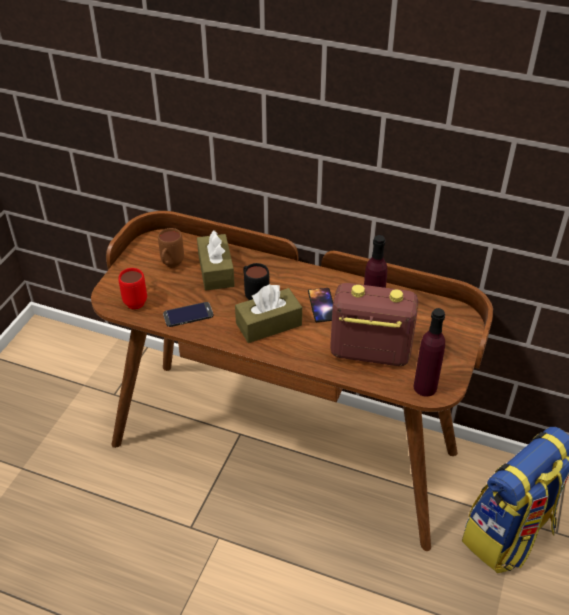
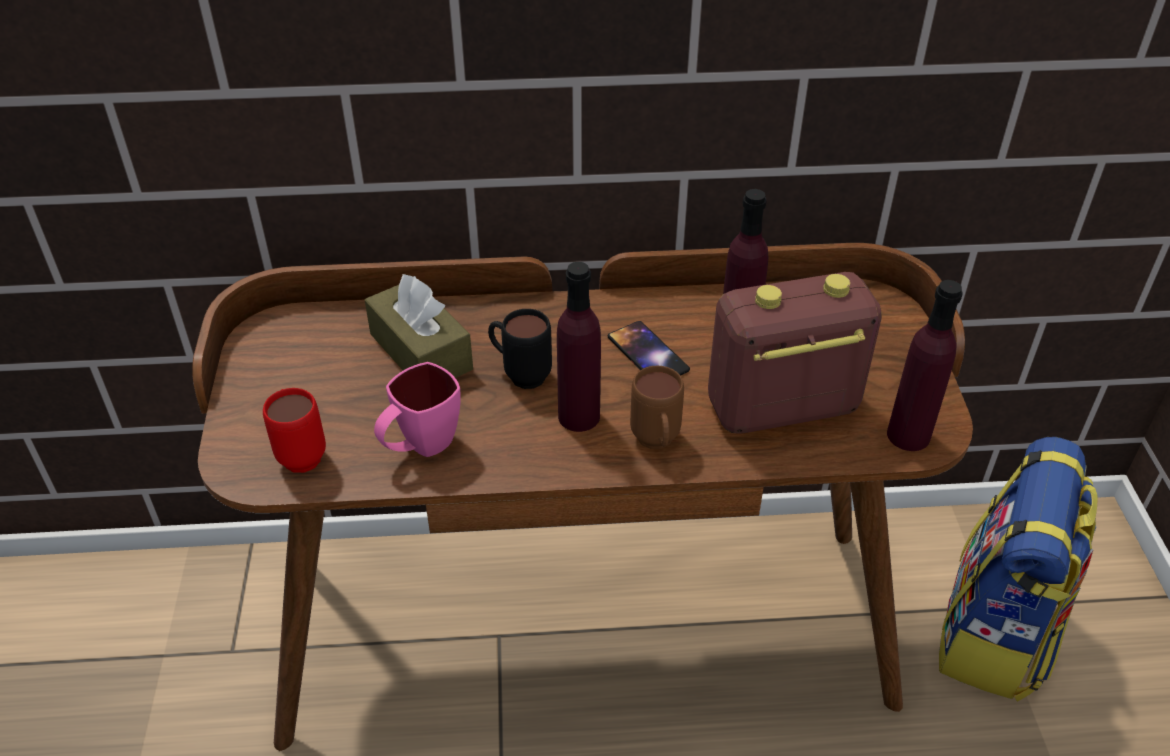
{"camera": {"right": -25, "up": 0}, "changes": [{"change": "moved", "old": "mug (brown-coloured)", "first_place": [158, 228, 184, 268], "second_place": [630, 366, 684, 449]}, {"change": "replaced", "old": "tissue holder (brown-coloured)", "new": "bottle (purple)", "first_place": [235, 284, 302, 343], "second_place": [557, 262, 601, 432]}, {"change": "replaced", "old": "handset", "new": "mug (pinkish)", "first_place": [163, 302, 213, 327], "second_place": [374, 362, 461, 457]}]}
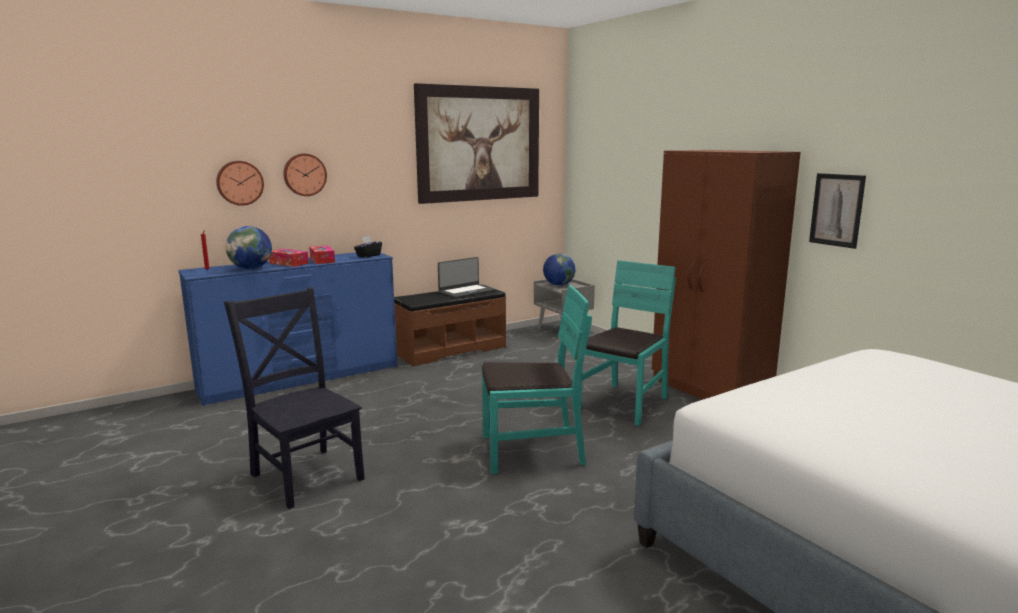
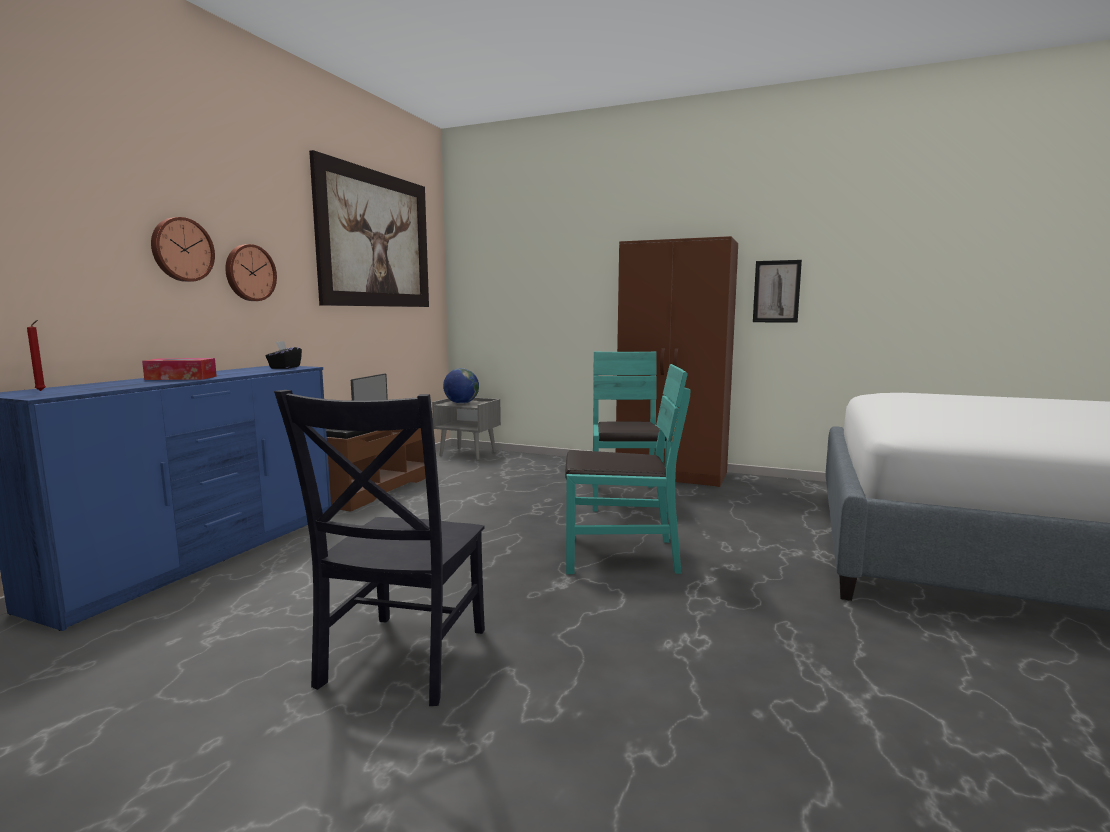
{"camera": {"right": -35, "up": -5}, "changes": [{"change": "moved", "old": "hanging clock", "first_place": [216, 161, 264, 206], "second_place": [225, 244, 277, 301]}, {"change": "removed", "old": "world globe", "first_place": [226, 226, 272, 269]}, {"change": "removed", "old": "tissue holder", "first_place": [309, 245, 335, 264]}, {"change": "turned", "old": "chair (blue-green)", "first_place": [482, 285, 592, 474], "second_place": [565, 364, 691, 574], "degrees": 45}, {"change": "turned", "old": "chair (black-coloured)", "first_place": [224, 287, 365, 509], "second_place": [274, 390, 485, 706], "degrees": -90}]}
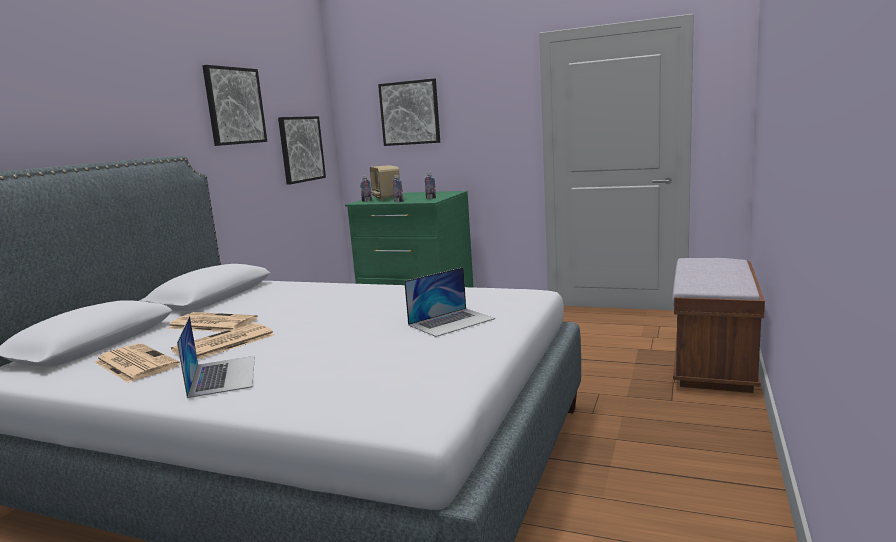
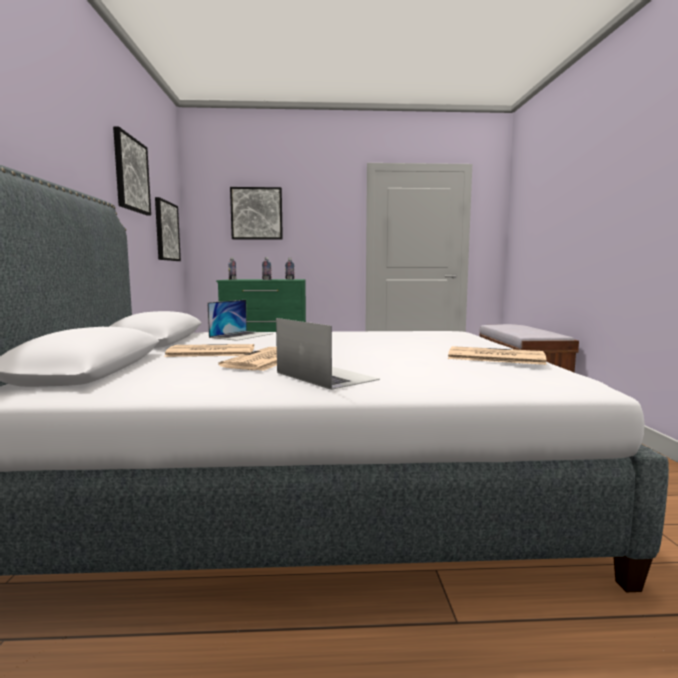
{"camera": {"right": -25, "up": -5}, "changes": [{"change": "removed", "old": "radio set", "first_place": [370, 165, 400, 201]}, {"change": "moved", "old": "portable computer", "first_place": [404, 267, 495, 337], "second_place": [207, 300, 273, 341]}, {"change": "moved", "old": "daily paper", "first_place": [95, 343, 180, 383], "second_place": [448, 346, 547, 365]}]}
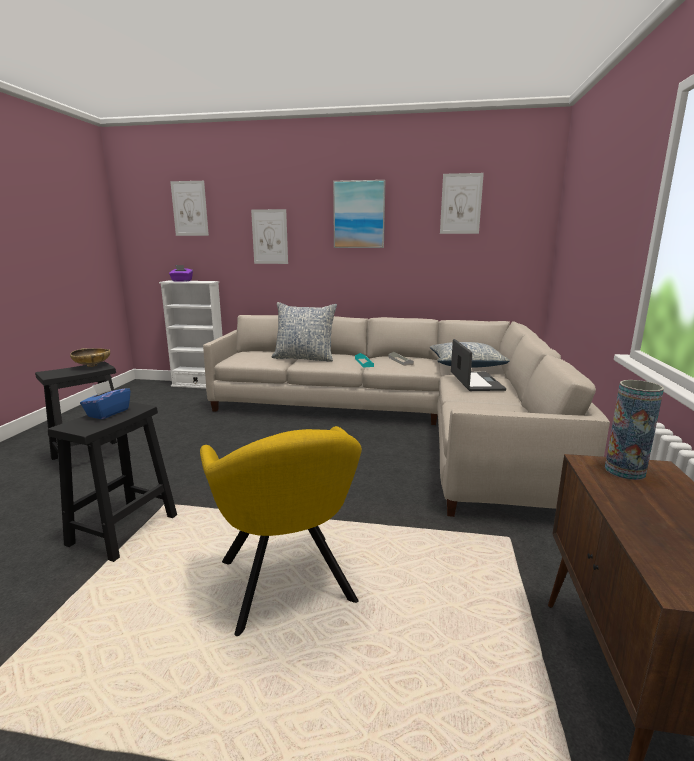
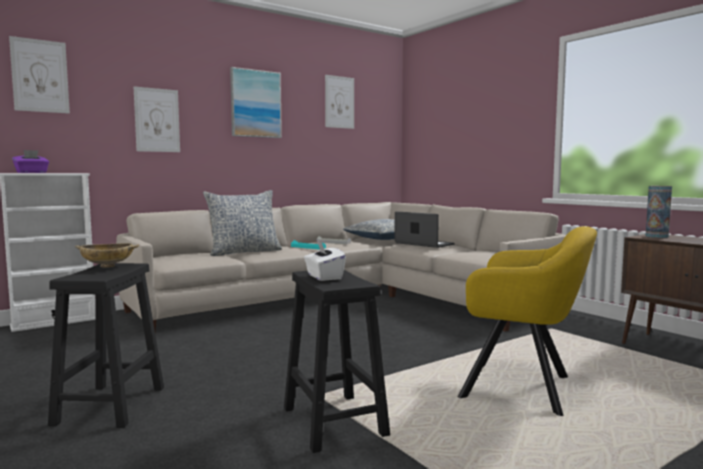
{"camera": {"right": -45, "up": -10}, "changes": [{"change": "recoloured", "old": "tissue holder (blue)", "new": "tissue holder (whitish)", "first_place": [80, 381, 130, 419], "second_place": [304, 241, 346, 281]}]}
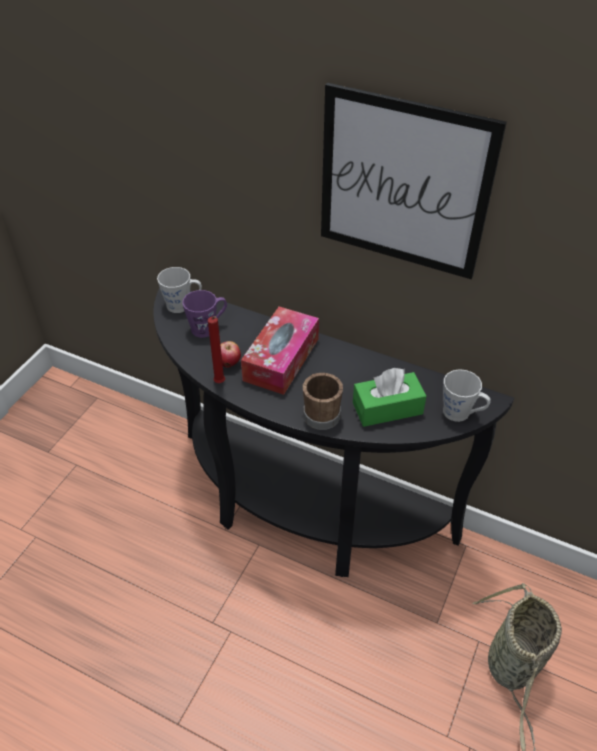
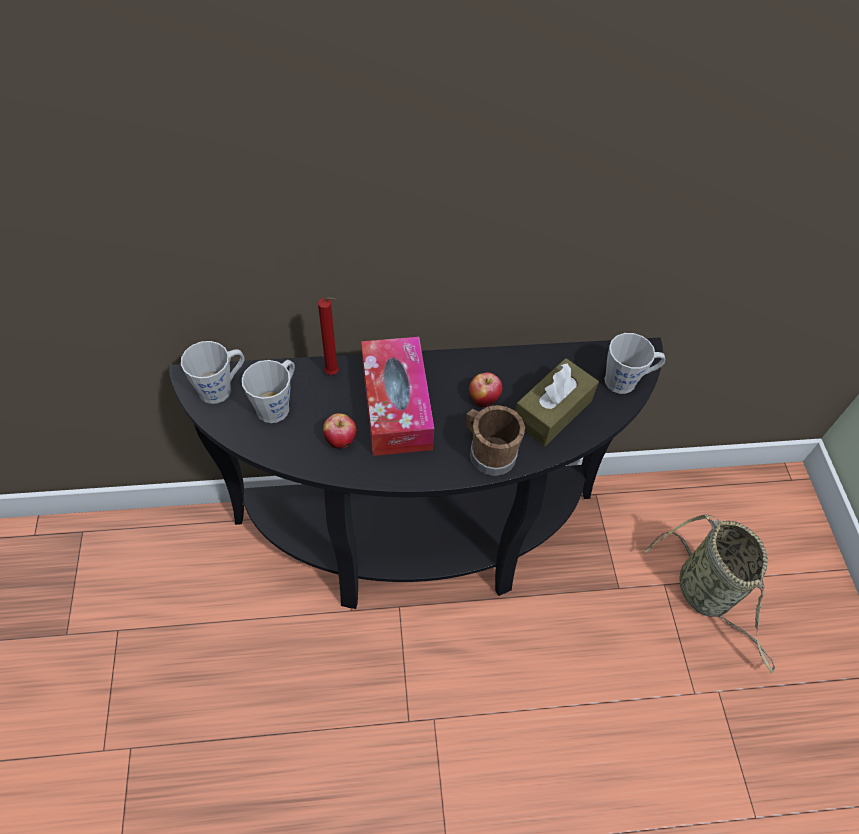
{"camera": {"right": -35, "up": 10}, "changes": [{"change": "removed", "old": "picture", "first_place": [321, 83, 507, 280]}, {"change": "recoloured", "old": "mug (purple)", "new": "mug (gray)", "first_place": [182, 290, 227, 338], "second_place": [242, 360, 295, 423]}, {"change": "moved", "old": "wax candle (reddish)", "first_place": [208, 316, 225, 383], "second_place": [318, 297, 339, 375]}, {"change": "recoloured", "old": "tissue holder (green-coloured)", "new": "tissue holder (brown-coloured)", "first_place": [353, 368, 426, 427], "second_place": [515, 358, 599, 446]}, {"change": "added", "new": "whole apple", "second_place": [469, 372, 502, 407]}]}
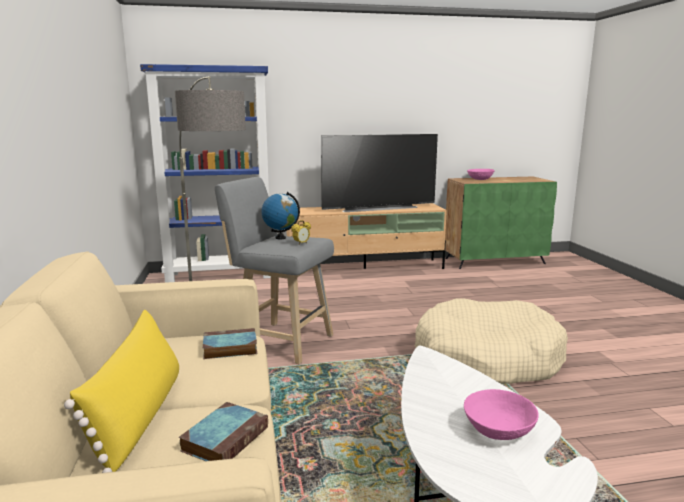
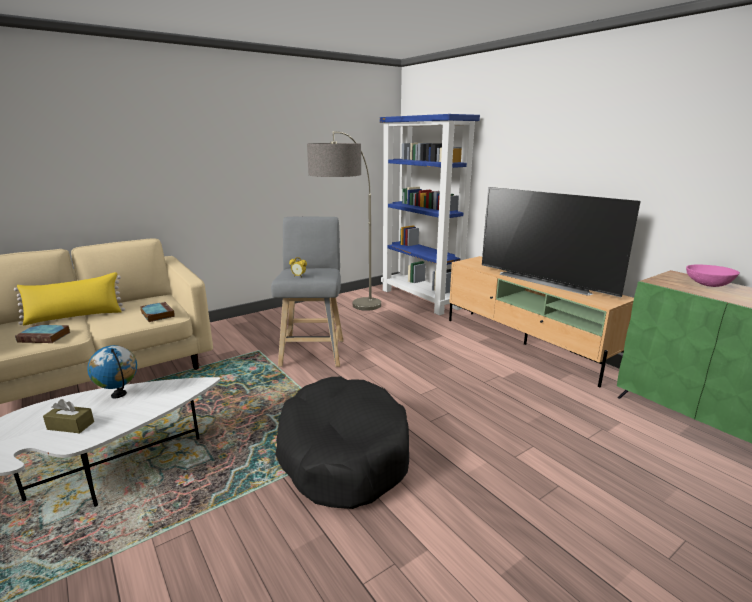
{"camera": {"right": 65, "up": 5}, "changes": [{"change": "moved", "old": "world globe", "first_place": [261, 192, 300, 240], "second_place": [87, 345, 137, 398]}, {"change": "recoloured", "old": "pet bed (beige-coloured)", "new": "pet bed (black-coloured)", "first_place": [415, 298, 568, 384], "second_place": [275, 377, 409, 509]}, {"change": "replaced", "old": "deep dish (pinkish)", "new": "tissue holder (brown-coloured)", "first_place": [464, 389, 539, 440], "second_place": [43, 399, 94, 433]}]}
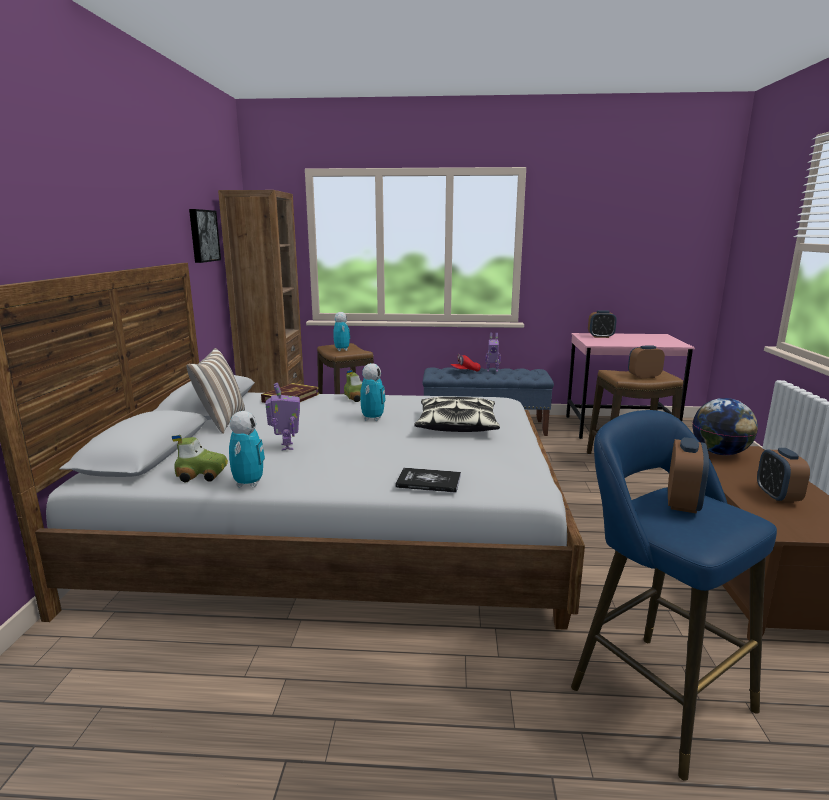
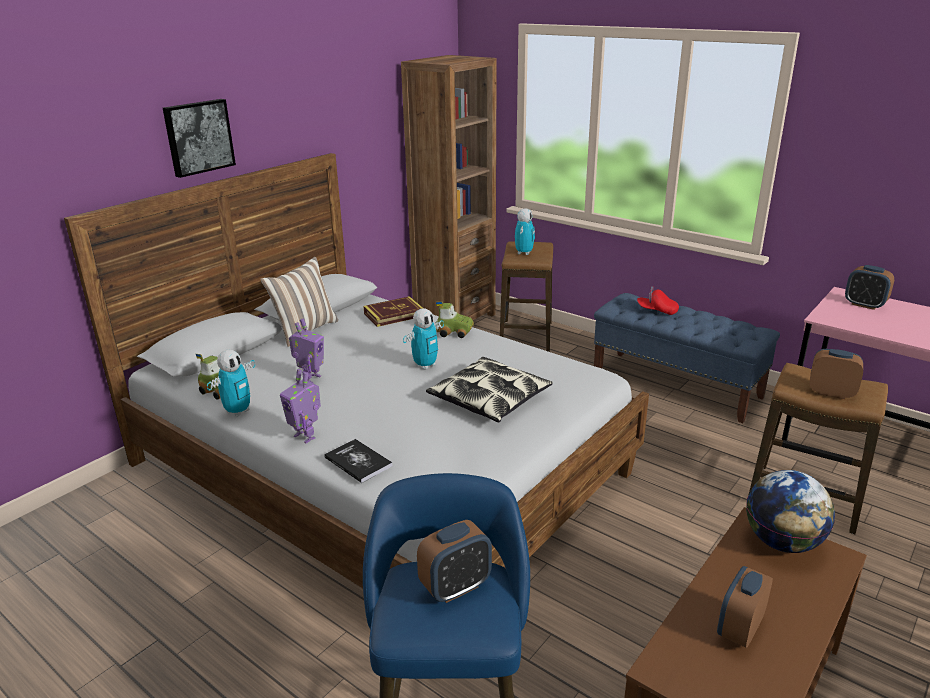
{"camera": {"right": 35, "up": 10}, "changes": [{"change": "moved", "old": "picture", "first_place": [189, 209, 221, 263], "second_place": [163, 99, 236, 178]}, {"change": "moved", "old": "robot figure", "first_place": [485, 333, 501, 372], "second_place": [280, 369, 321, 443]}]}
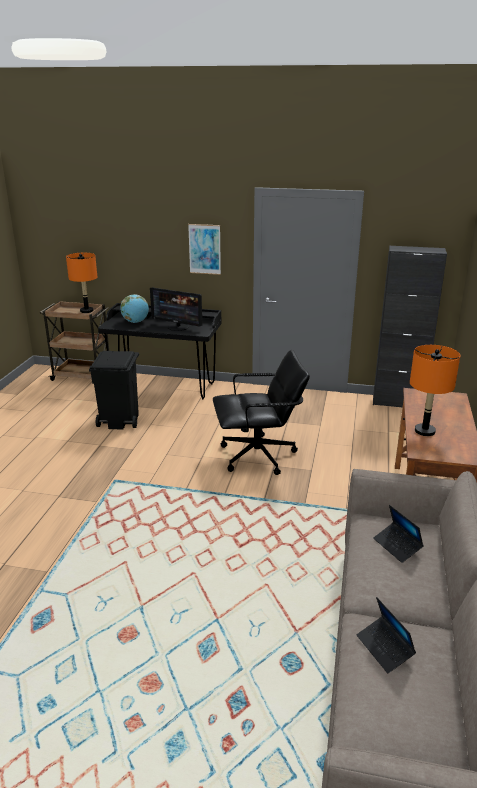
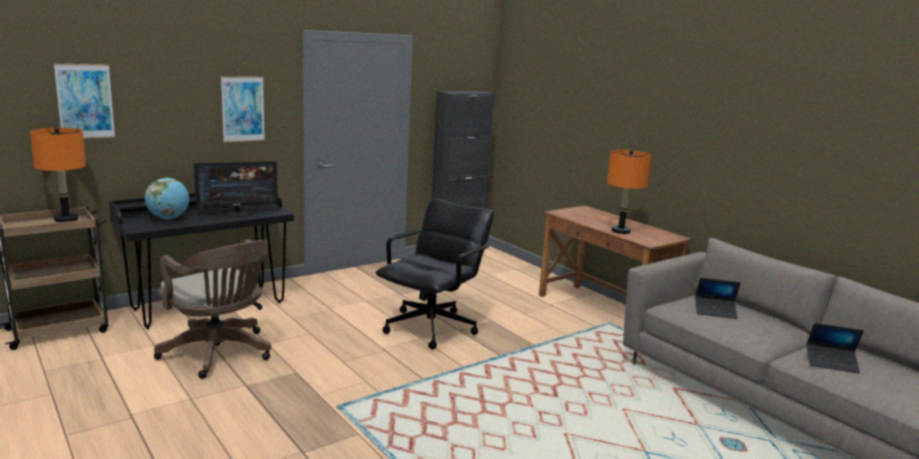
{"camera": {"right": -50, "up": -10}, "changes": [{"change": "replaced", "old": "trash can (black-coloured)", "new": "computer chair (brown-coloured)", "first_place": [89, 351, 139, 430], "second_place": [154, 239, 271, 379]}, {"change": "added", "new": "picture", "second_place": [54, 64, 115, 139]}]}
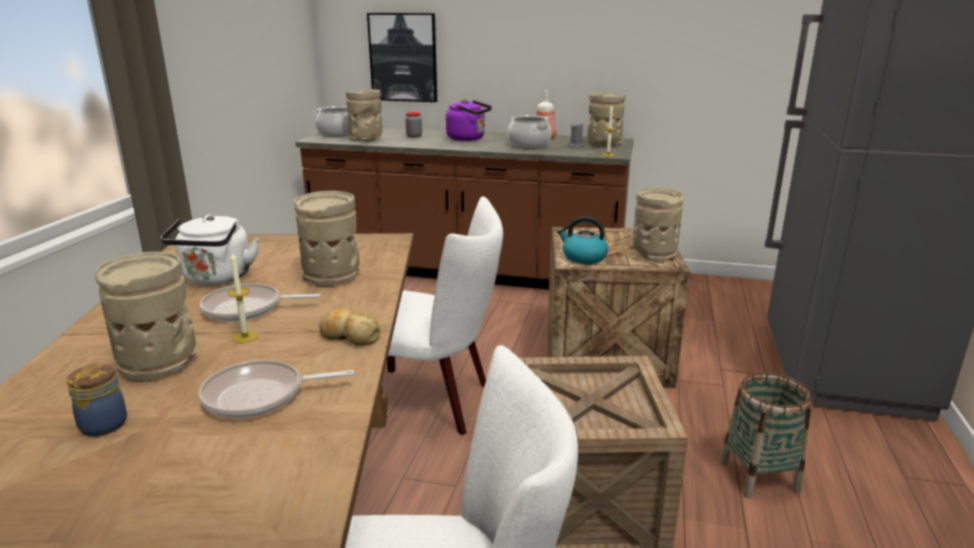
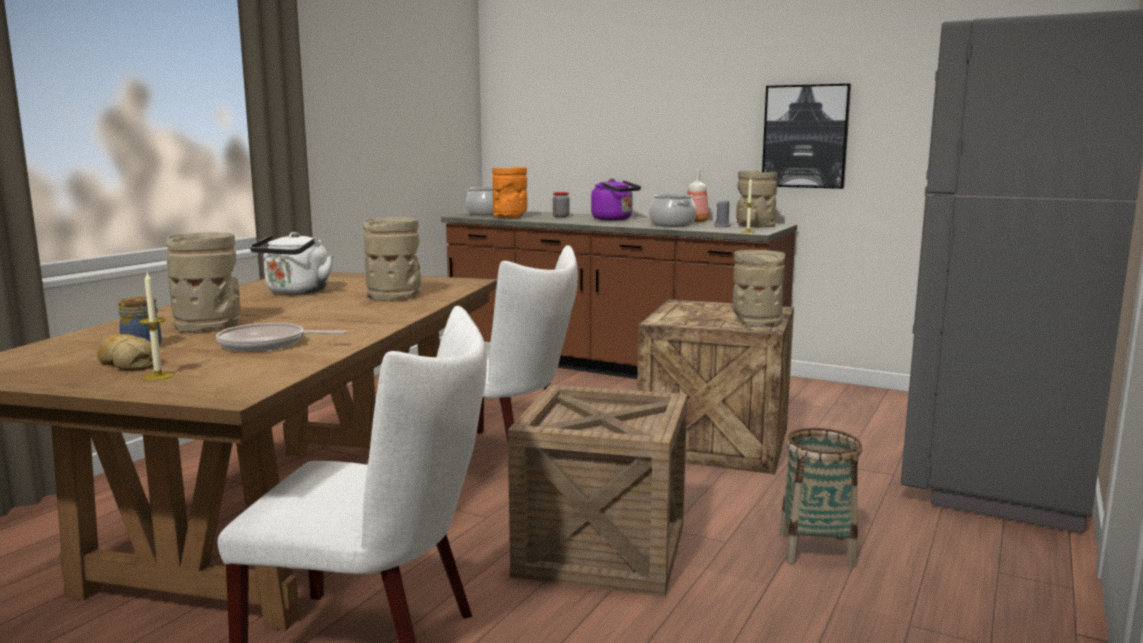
{"camera": {"right": 15, "up": -10}, "changes": [{"change": "moved", "old": "picture", "first_place": [367, 13, 437, 102], "second_place": [762, 84, 851, 189]}, {"change": "recoloured", "old": "flower vase (beige-coloured)", "new": "flower vase (orange-coloured)", "first_place": [346, 89, 383, 142], "second_place": [492, 167, 527, 218]}, {"change": "removed", "old": "water kettle", "first_place": [557, 216, 608, 264]}, {"change": "moved", "old": "wax candle", "first_place": [227, 252, 258, 343], "second_place": [139, 273, 174, 381]}, {"change": "removed", "old": "pan", "first_place": [200, 283, 321, 322]}, {"change": "moved", "old": "bread", "first_place": [319, 309, 382, 346], "second_place": [97, 334, 153, 371]}]}
